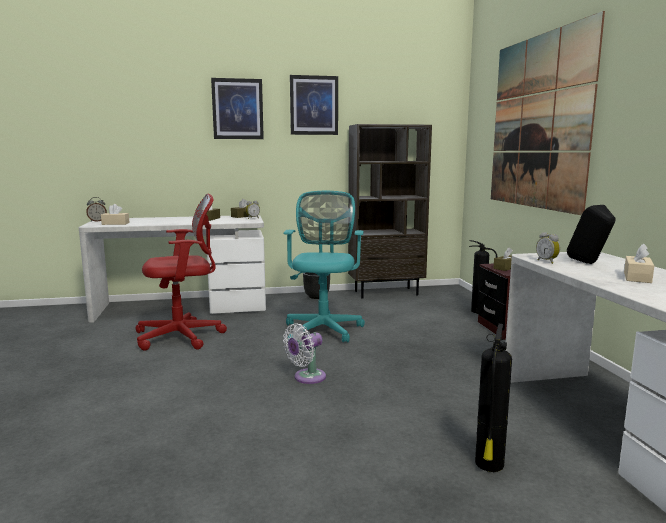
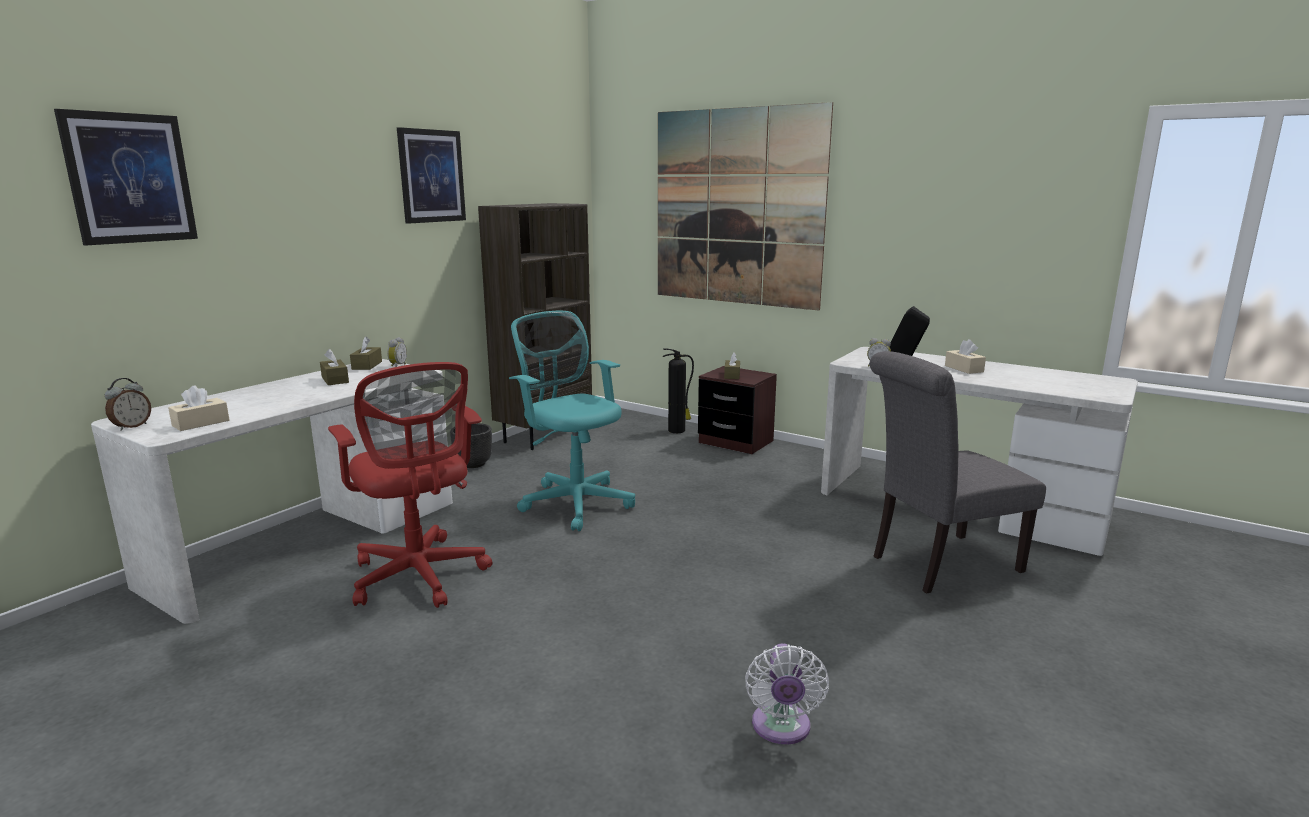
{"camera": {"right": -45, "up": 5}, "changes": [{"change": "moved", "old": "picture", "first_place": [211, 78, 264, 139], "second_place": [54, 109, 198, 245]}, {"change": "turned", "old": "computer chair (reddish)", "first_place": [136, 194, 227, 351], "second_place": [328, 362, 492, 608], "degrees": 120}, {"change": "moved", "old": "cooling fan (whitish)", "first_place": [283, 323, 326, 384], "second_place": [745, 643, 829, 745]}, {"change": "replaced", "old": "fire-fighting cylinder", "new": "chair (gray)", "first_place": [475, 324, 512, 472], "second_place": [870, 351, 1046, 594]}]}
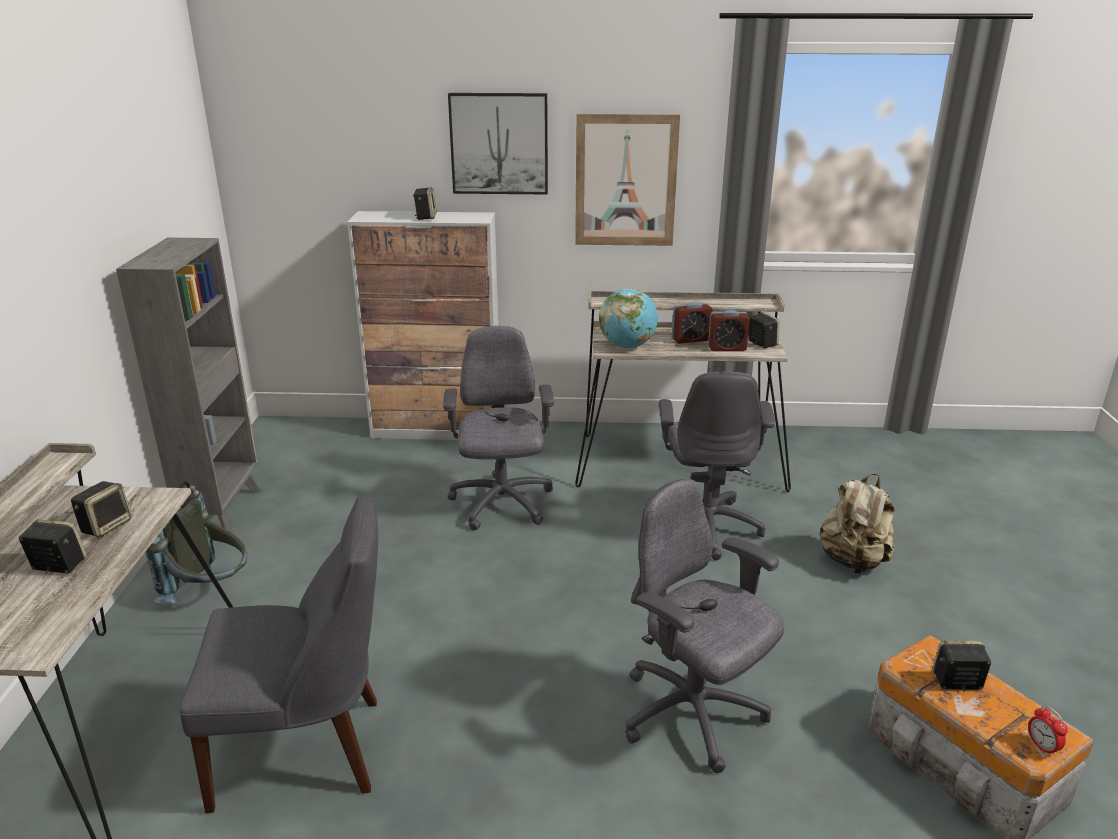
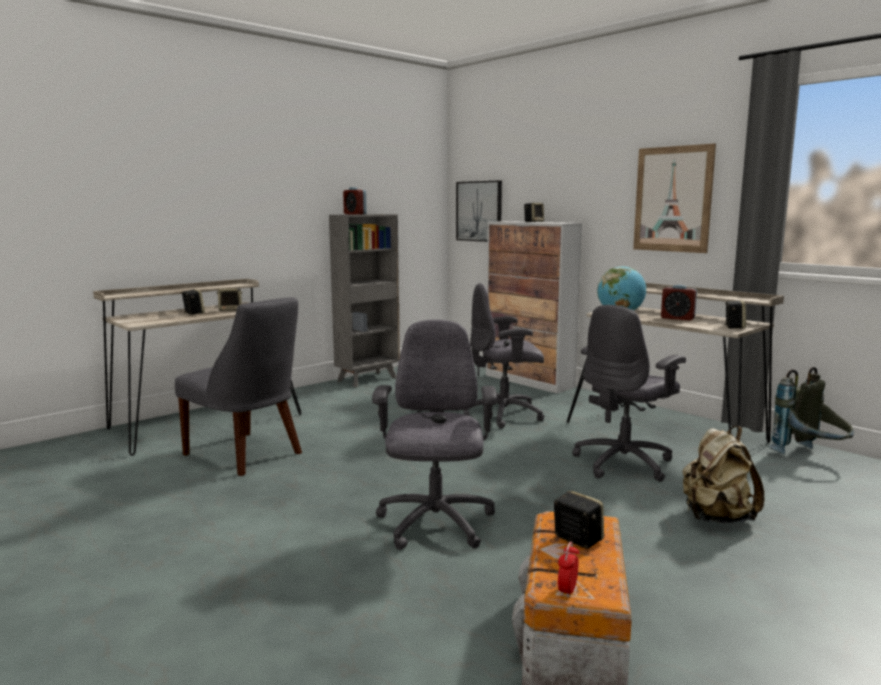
{"camera": {"right": 45, "up": -15}, "changes": [{"change": "moved", "old": "picture", "first_place": [448, 93, 548, 194], "second_place": [456, 180, 502, 242]}, {"change": "moved", "old": "bedside clock", "first_place": [708, 310, 750, 351], "second_place": [343, 187, 367, 215]}, {"change": "turned", "old": "computer chair (gray)", "first_place": [443, 326, 554, 531], "second_place": [463, 283, 545, 429], "degrees": -135}, {"change": "moved", "old": "backpack (gray)", "first_place": [146, 481, 247, 604], "second_place": [769, 367, 854, 454]}]}
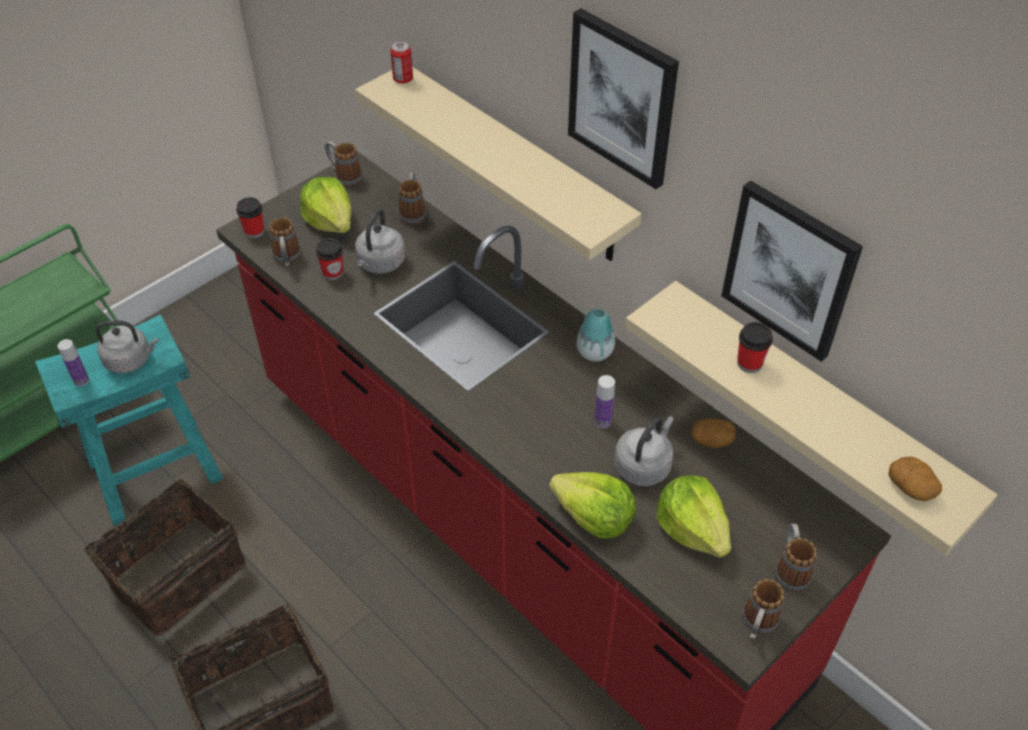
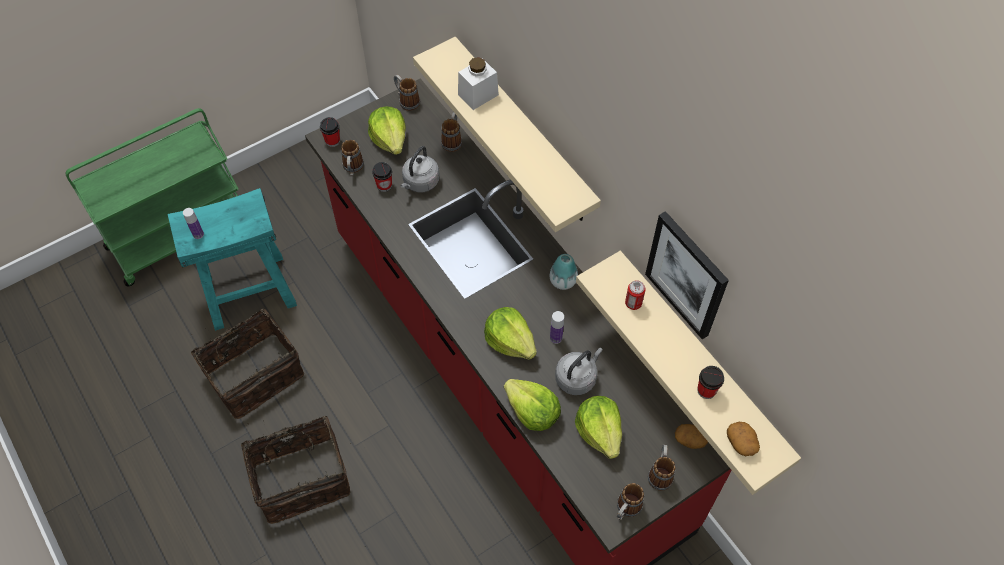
{"camera": {"right": 10, "up": 10}, "changes": [{"change": "removed", "old": "picture", "first_place": [568, 8, 679, 189]}, {"change": "moved", "old": "metal can", "first_place": [390, 41, 413, 84], "second_place": [625, 280, 646, 310]}, {"change": "removed", "old": "water kettle (gray)", "first_place": [95, 321, 158, 373]}, {"change": "moved", "old": "small cup", "first_place": [737, 322, 773, 373], "second_place": [697, 366, 724, 399]}, {"change": "moved", "old": "whole potato", "first_place": [691, 418, 735, 448], "second_place": [675, 424, 708, 449]}, {"change": "added", "new": "jar (whitish)", "second_place": [458, 57, 499, 110]}, {"change": "added", "new": "head of lettuce", "second_place": [484, 307, 537, 360]}]}
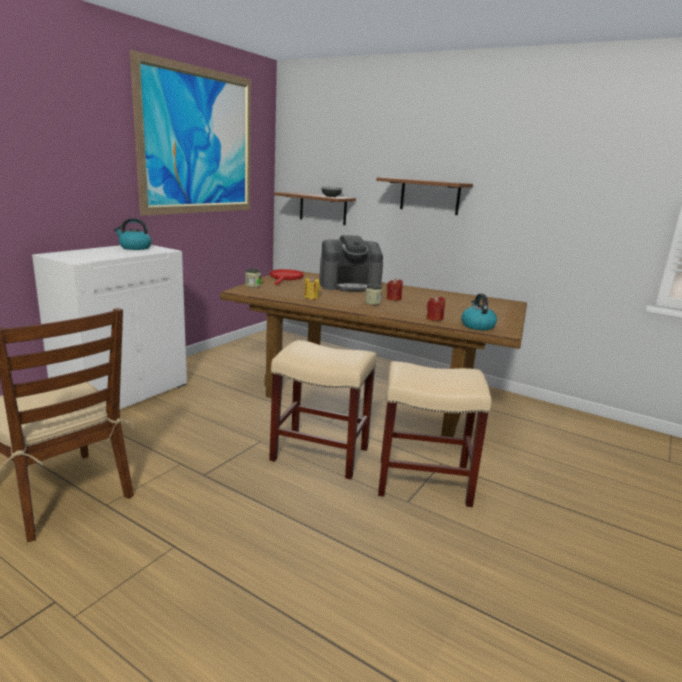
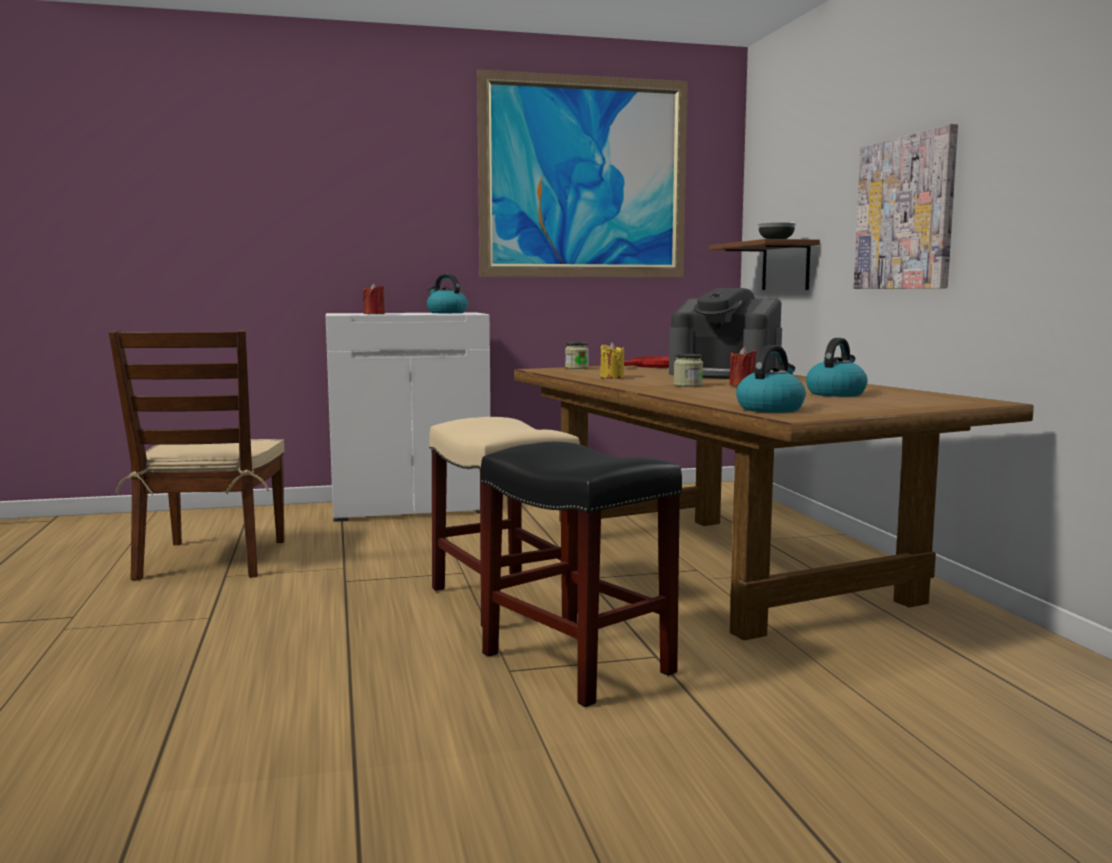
{"camera": {"right": 45, "up": -10}, "changes": [{"change": "replaced", "old": "wall shelf (brown-coloured)", "new": "picture", "first_place": [376, 177, 473, 215], "second_place": [854, 124, 958, 289]}, {"change": "moved", "old": "wax candle (reddish)", "first_place": [427, 296, 445, 321], "second_place": [363, 283, 385, 314]}, {"change": "recoloured", "old": "stool seat (beige-coloured)", "new": "stool seat (black-coloured)", "first_place": [378, 361, 491, 508], "second_place": [481, 442, 682, 707]}, {"change": "added", "new": "water kettle", "second_place": [806, 338, 868, 397]}]}
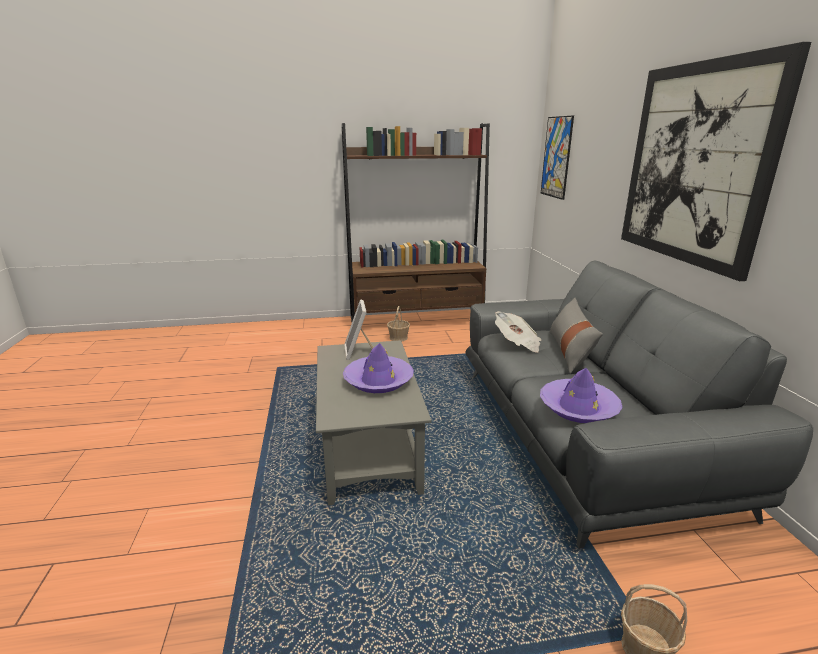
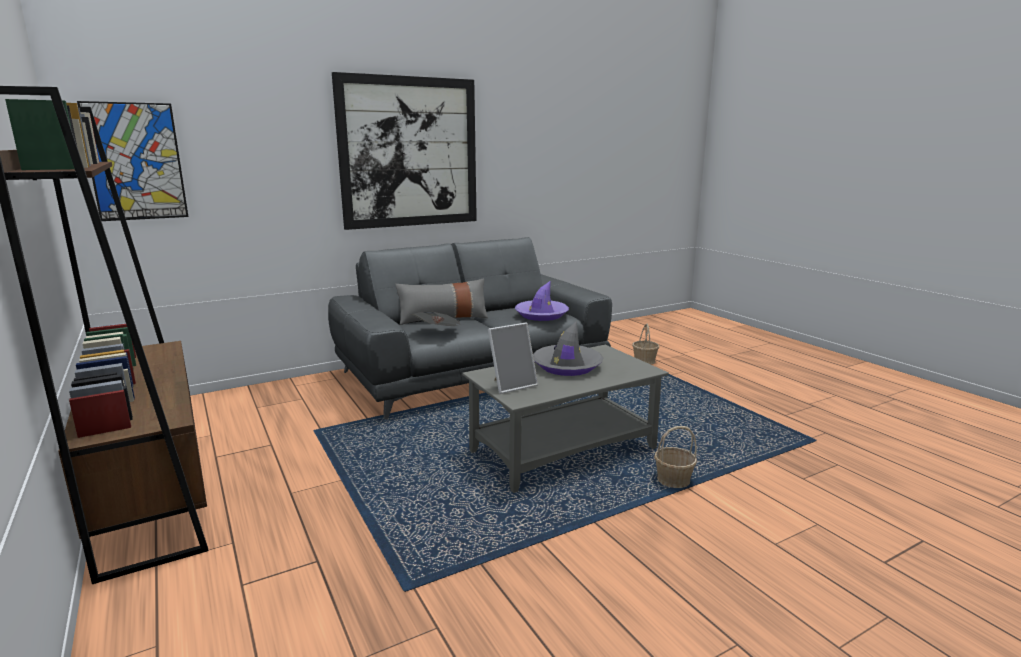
{"camera": {"right": -110, "up": -5}, "changes": [{"change": "moved", "old": "basket", "first_place": [387, 306, 410, 342], "second_place": [654, 426, 697, 488]}, {"change": "recoloured", "old": "wearable hat (purple)", "new": "wearable hat (gray)", "first_place": [343, 343, 414, 393], "second_place": [533, 321, 603, 376]}]}
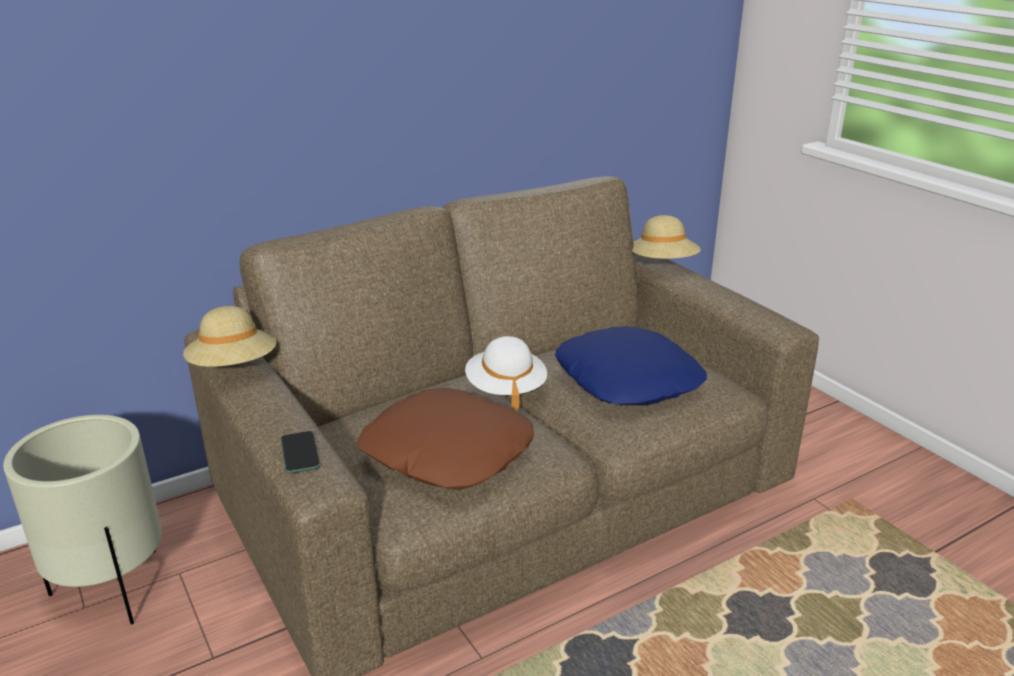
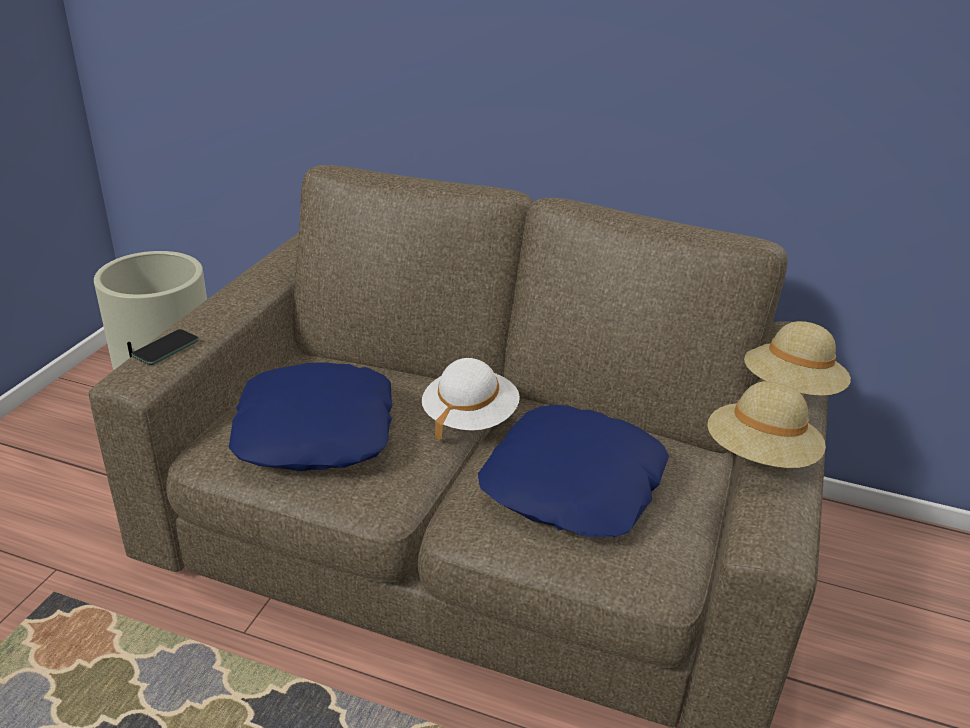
{"camera": {"right": 50, "up": 5}, "changes": [{"change": "moved", "old": "wearable hat (beige-coloured)", "first_place": [183, 306, 277, 367], "second_place": [708, 381, 826, 468]}, {"change": "recoloured", "old": "throw pillow (brown-coloured)", "new": "throw pillow (blue)", "first_place": [357, 388, 534, 490], "second_place": [229, 362, 393, 471]}]}
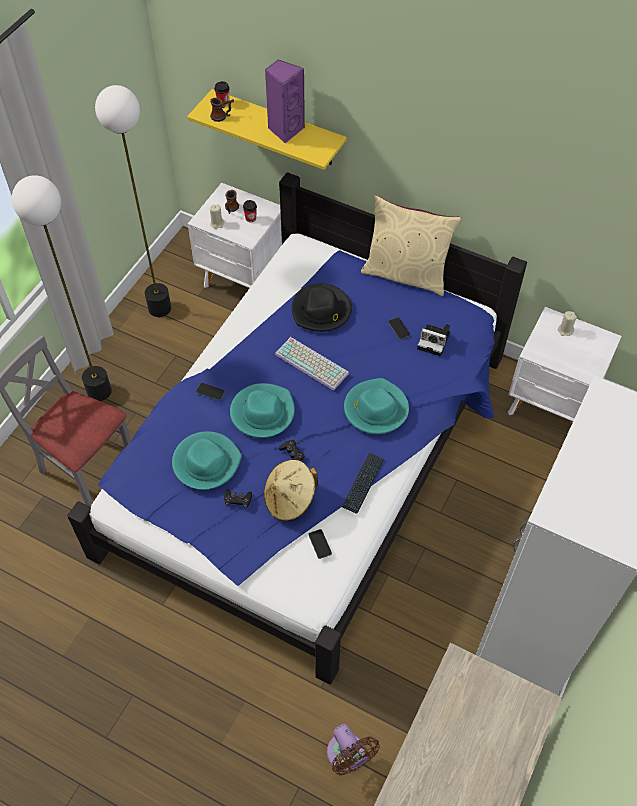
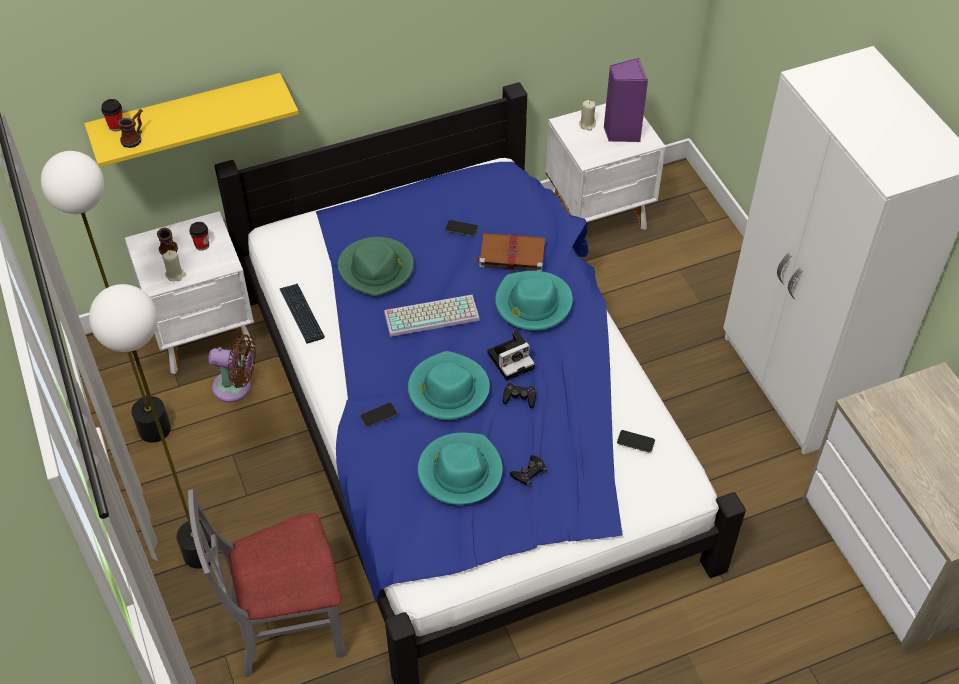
{"camera": {"right": -50, "up": -5}, "changes": [{"change": "moved", "old": "speaker (purple)", "first_place": [265, 59, 305, 144], "second_place": [604, 58, 648, 142]}, {"change": "removed", "old": "throw pillow (beige-coloured)", "first_place": [361, 195, 462, 296]}, {"change": "recoloured", "old": "wearable hat (black-coloured)", "new": "wearable hat (green-coloured)", "first_place": [292, 283, 352, 332], "second_place": [338, 237, 414, 297]}, {"change": "moved", "old": "photo camera", "first_place": [417, 324, 450, 356], "second_place": [487, 330, 535, 381]}, {"change": "moved", "old": "PC keyboard", "first_place": [342, 452, 384, 513], "second_place": [280, 283, 325, 343]}, {"change": "removed", "old": "wearable hat (beige-coloured)", "first_place": [264, 460, 318, 522]}, {"change": "moved", "old": "cooling fan (brown-coloured)", "first_place": [327, 724, 380, 775], "second_place": [208, 334, 256, 403]}, {"change": "added", "new": "book (brown-coloured)", "second_place": [475, 233, 545, 271]}]}
